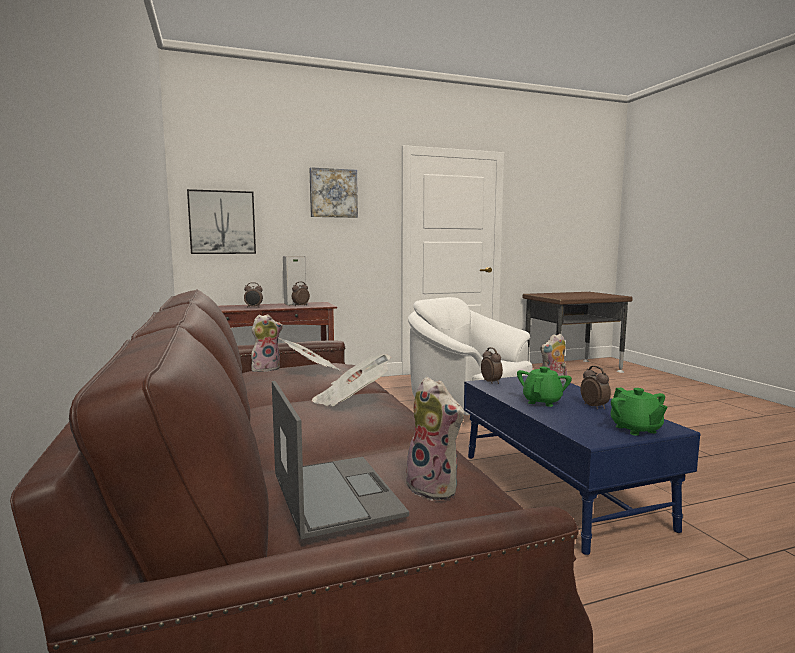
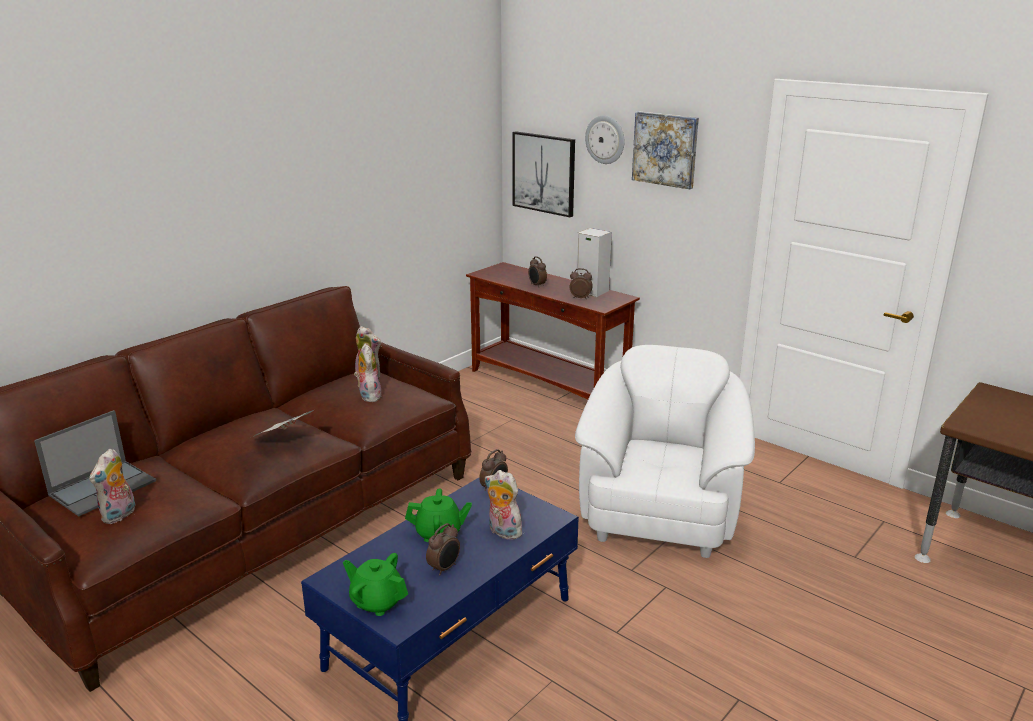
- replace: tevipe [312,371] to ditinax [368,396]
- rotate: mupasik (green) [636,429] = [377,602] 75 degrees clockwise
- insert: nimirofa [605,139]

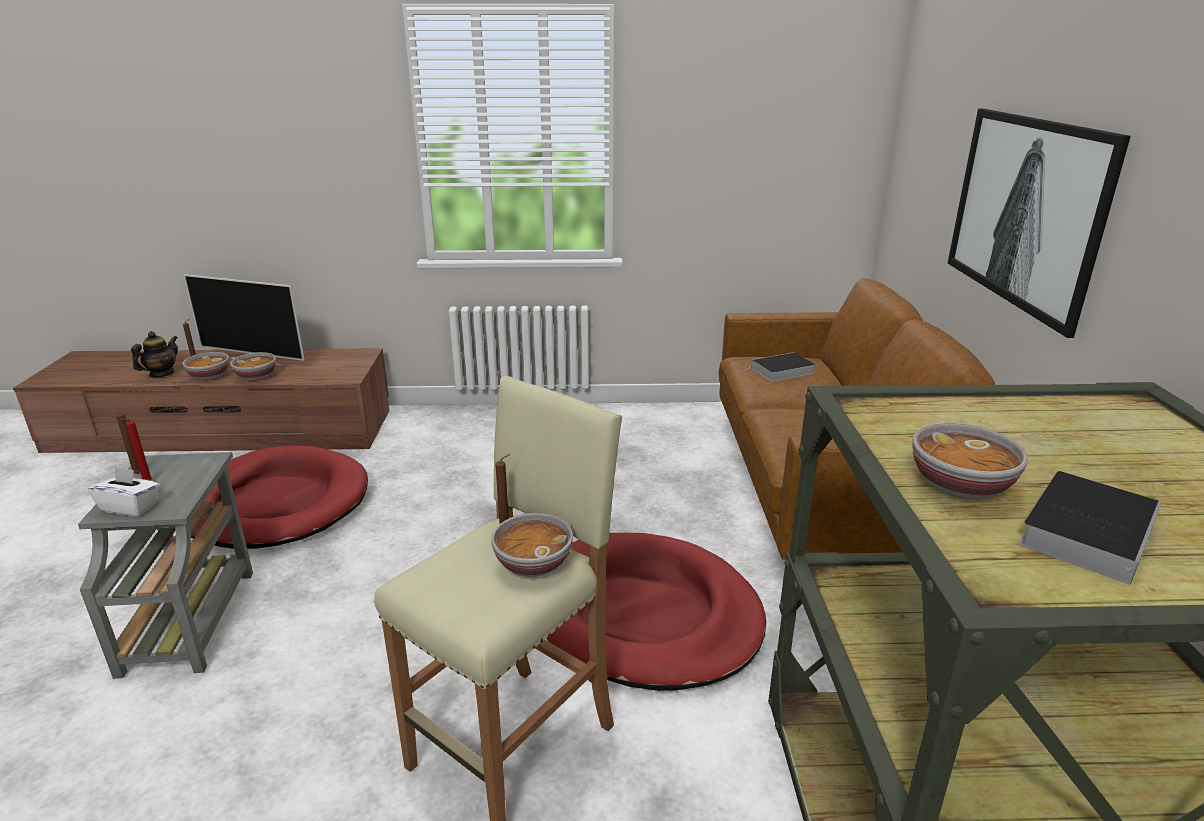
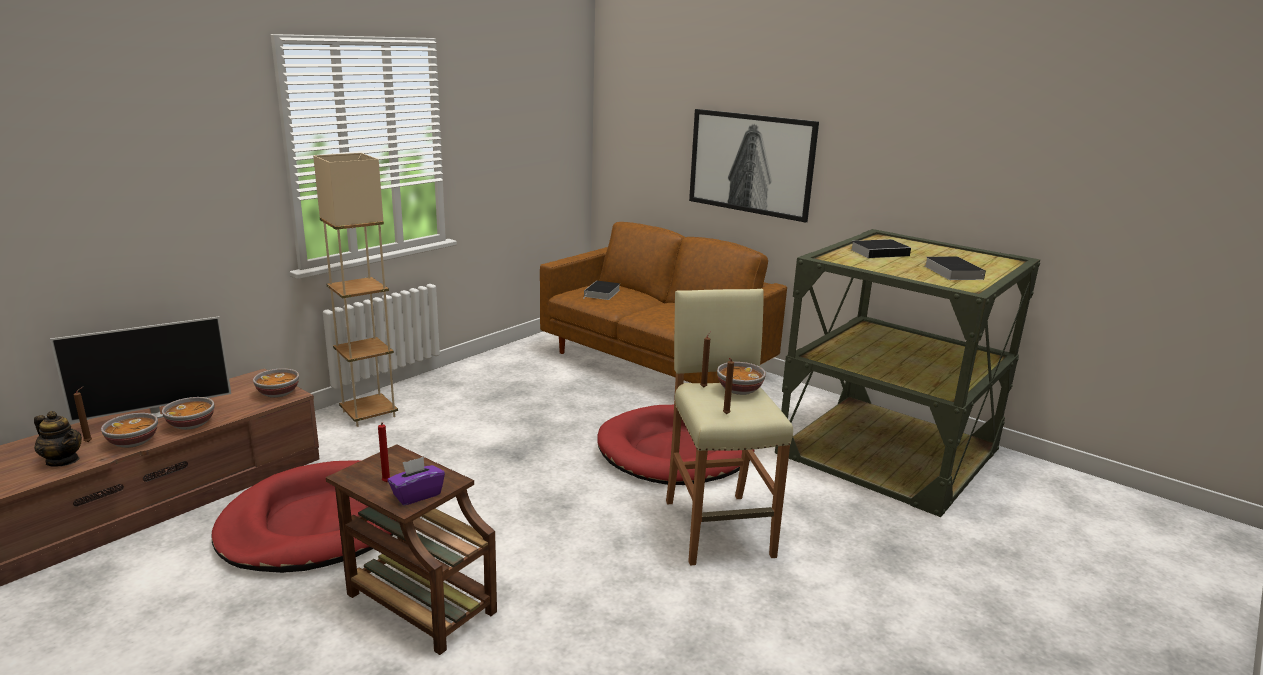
- recolor: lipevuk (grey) [191,618] to lipevuk (brown) [418,602]
- recolor: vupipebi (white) [131,507] to vupipebi (purple) [417,495]
- move: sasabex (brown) [136,474] to [725,414]
- rotate: mupasik [161,374] = [63,460] 135 degrees clockwise
- move: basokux [960,486] to [278,393]
- insert: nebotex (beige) [369,414]
- insert: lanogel [880,252]

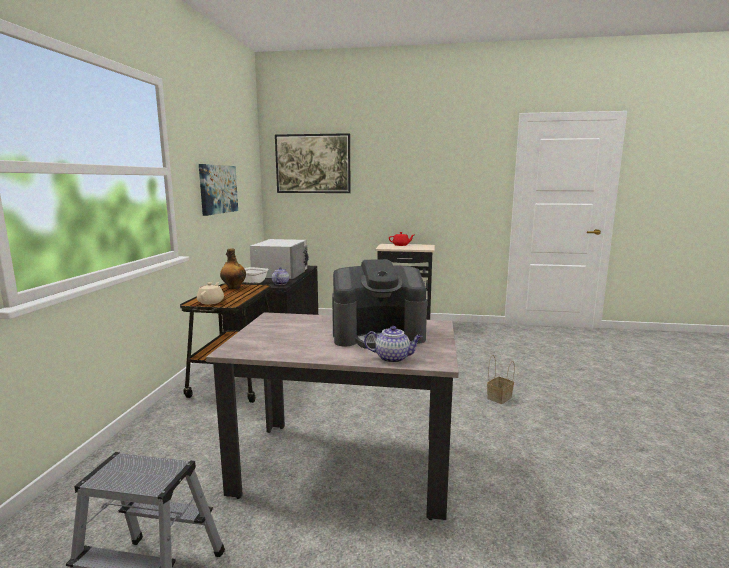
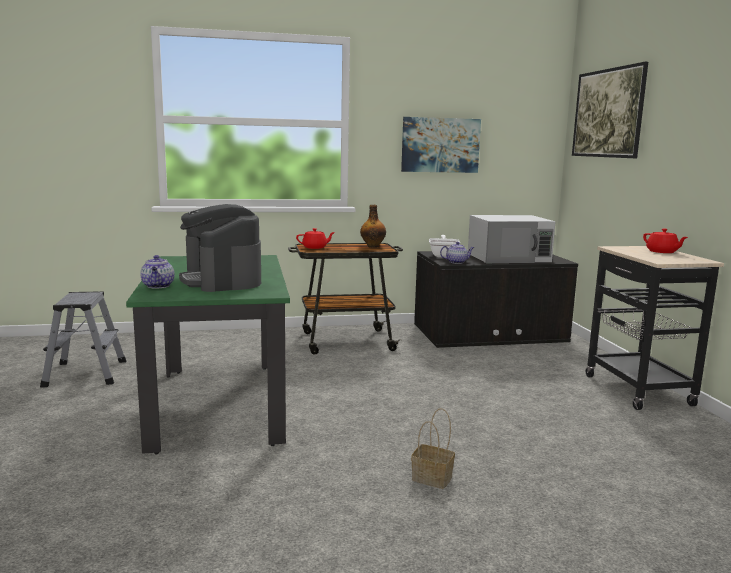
- recolor: mupasik (beige) [211,302] to mupasik (red) [315,247]
- recolor: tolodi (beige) [344,466] to tolodi (green) [219,404]

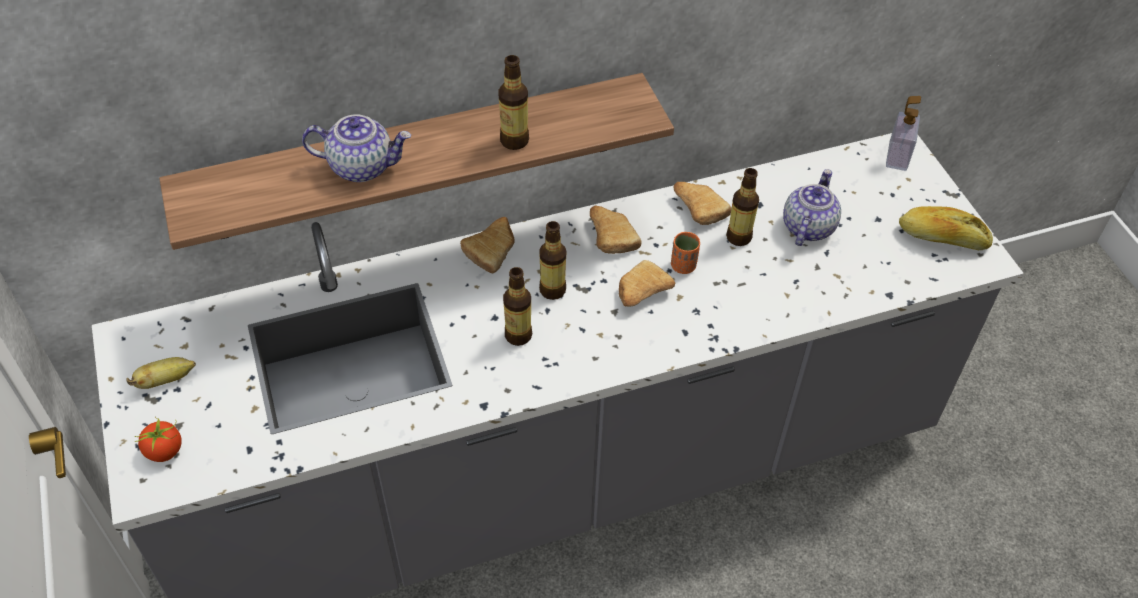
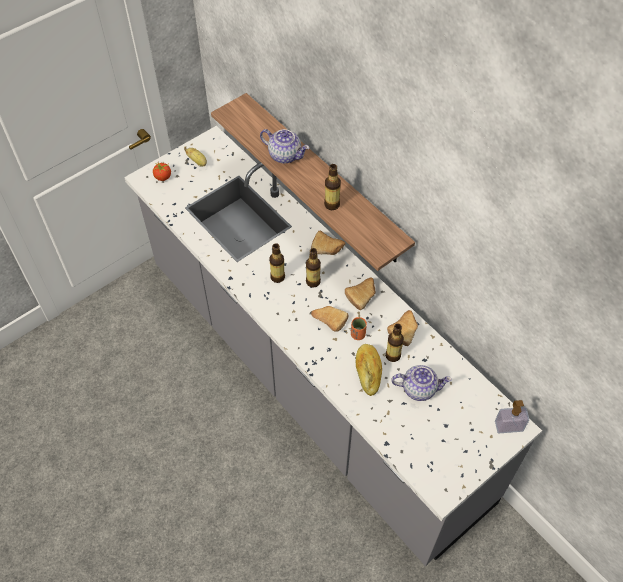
- rotate: mupasik [362,166] = [285,155] 45 degrees counterclockwise
- move: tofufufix [942,238] to [368,372]

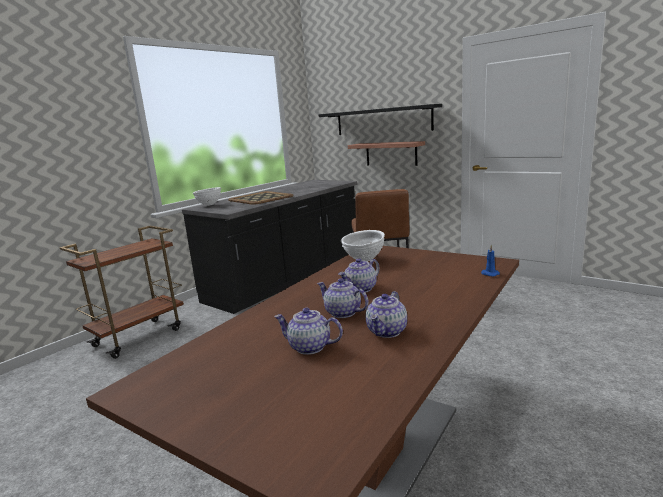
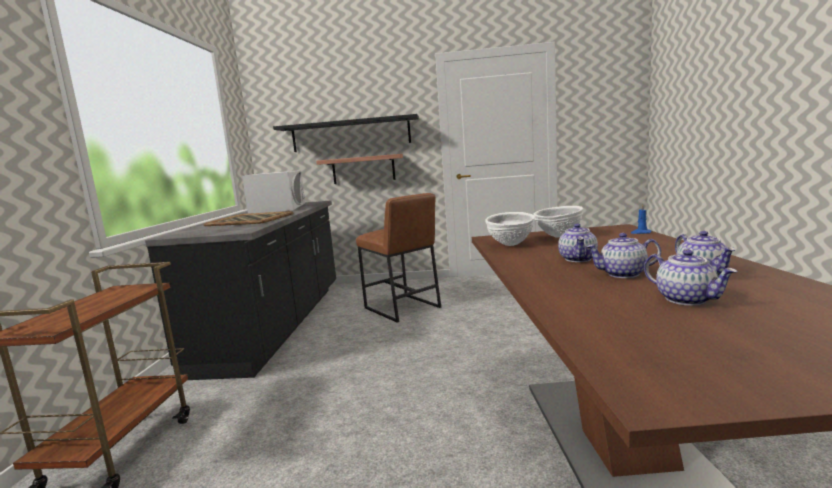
- move: basokux (white) [209,205] to [558,237]
- rotate: mupasik [309,347] = [686,299] 105 degrees counterclockwise
- insert: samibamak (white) [278,208]

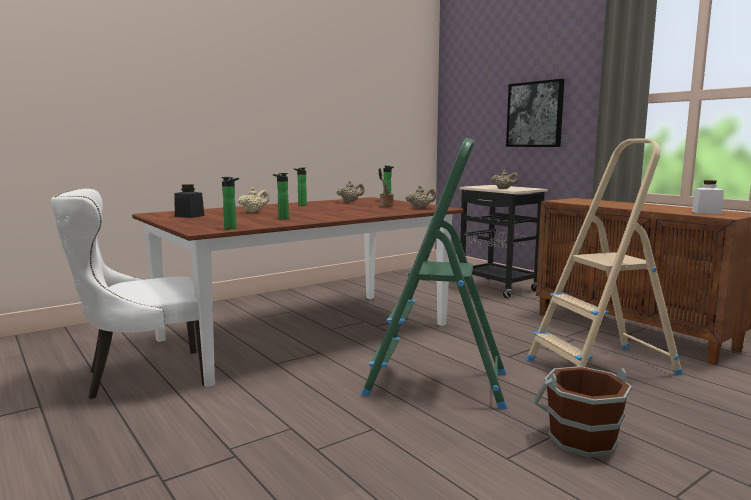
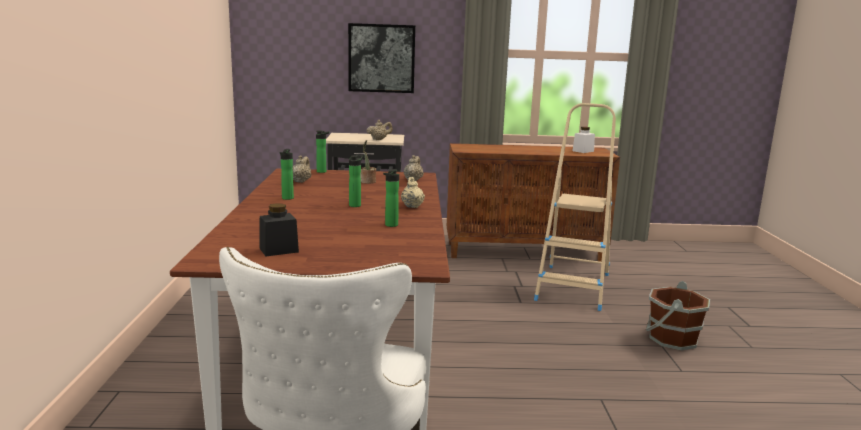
- move: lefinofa [232,228] to [355,205]
- move: mupasik (beige) [254,212] to [412,206]
- delete: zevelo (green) [434,383]

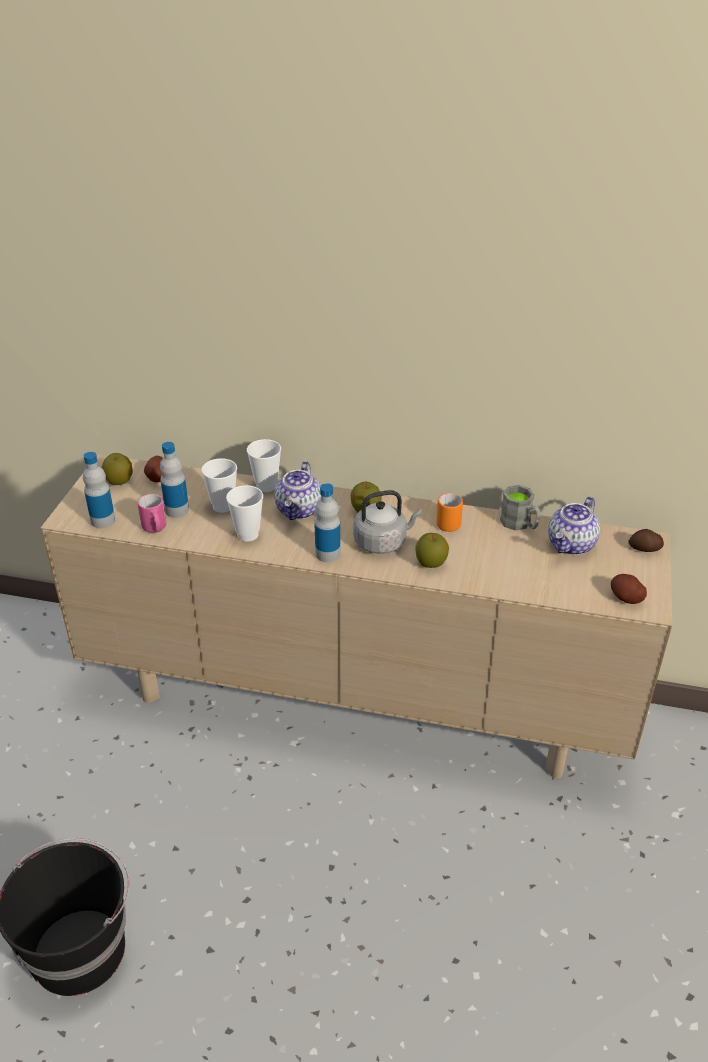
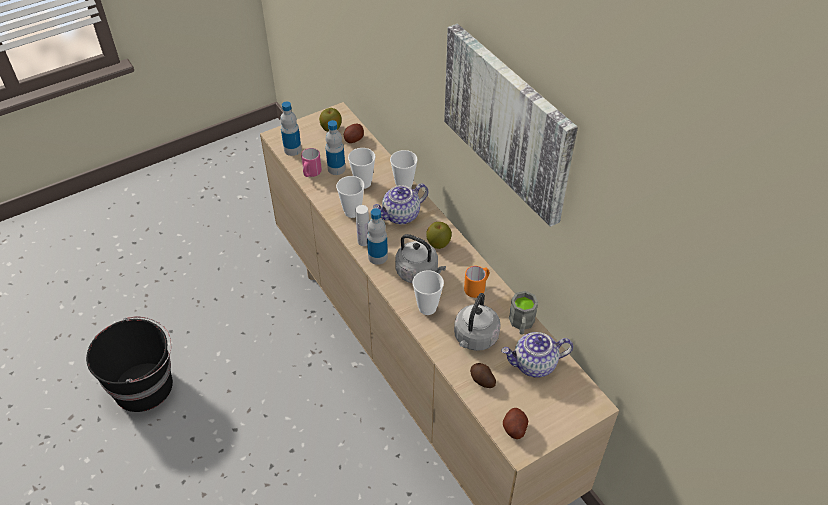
- replace: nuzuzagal [431,563] to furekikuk [427,308]
- move: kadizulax [645,549] to [481,380]
- insert: lefinofa (white) [363,241]
- insert: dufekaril [508,121]
- insert: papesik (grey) [475,338]

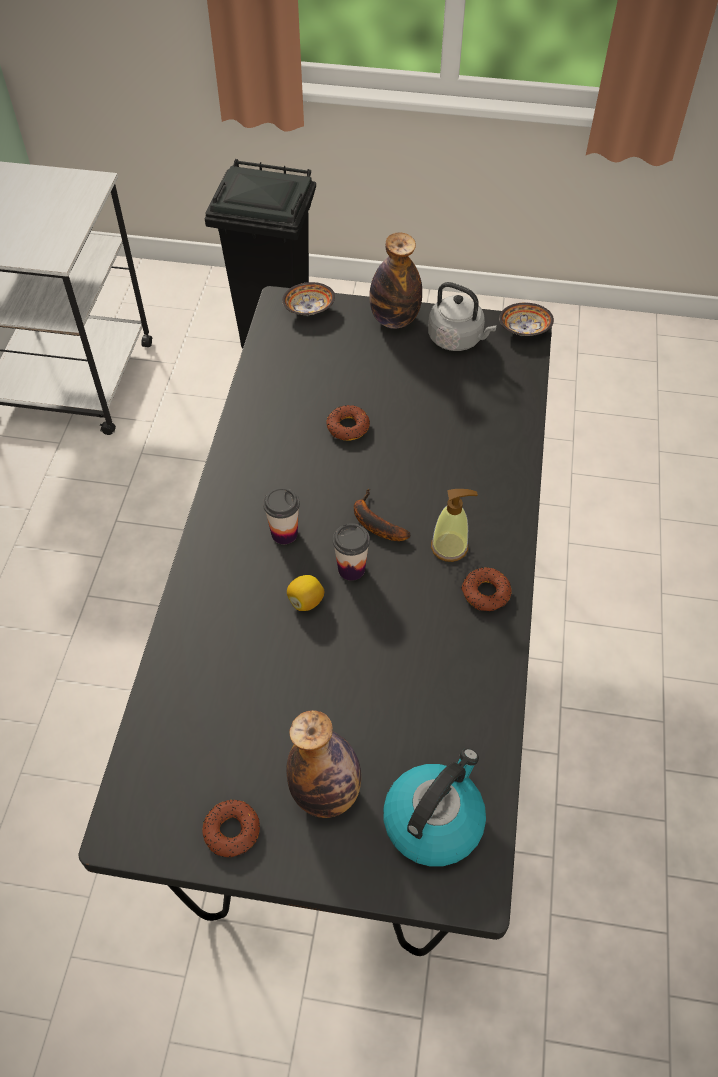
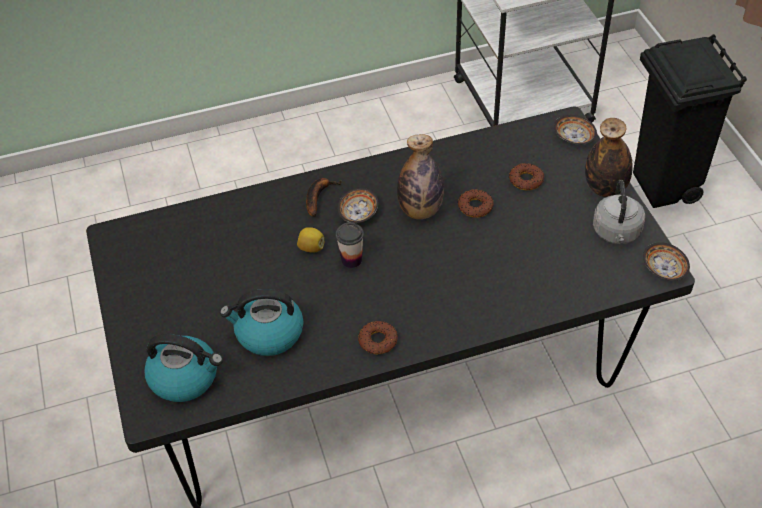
- move: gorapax [231,831] to [526,180]
- replace: furekikuk [284,533] to basokux [358,214]
- move: lefinofa [326,792] to [420,210]
- move: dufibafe [374,522] to [318,197]
- delete: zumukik [449,547]
- insert: papesik [268,333]

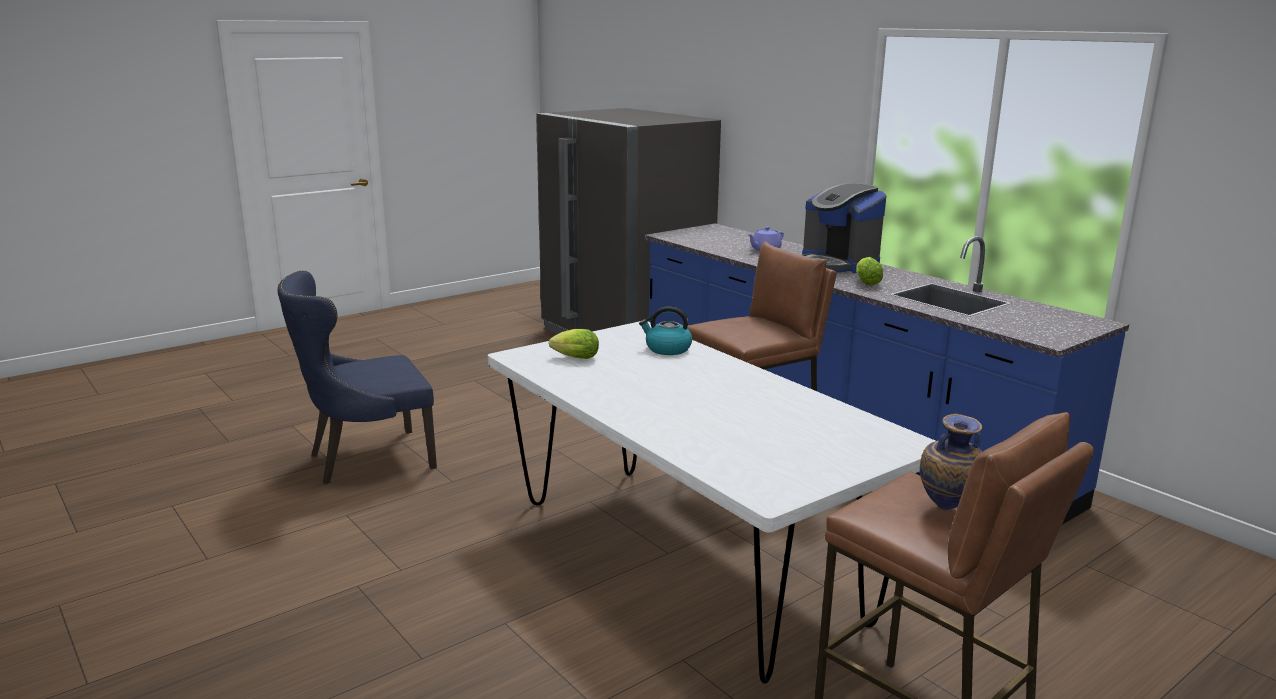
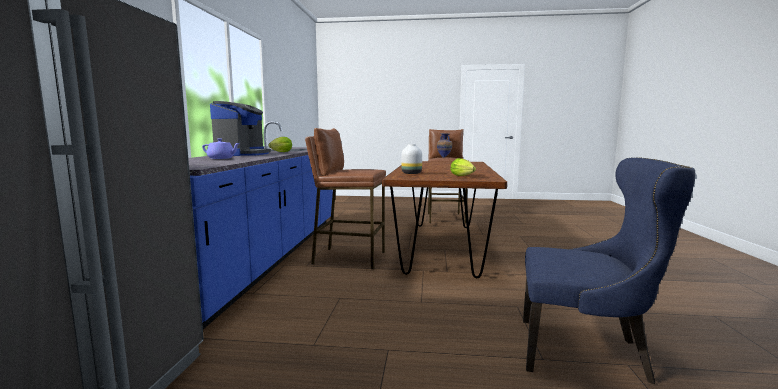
- recolor: tolodi (white) [688,559] to tolodi (brown) [441,246]
- replace: papesik [667,349] to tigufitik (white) [411,173]

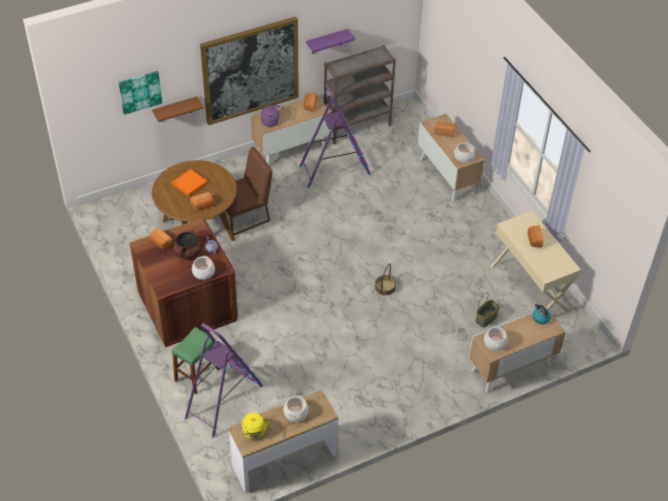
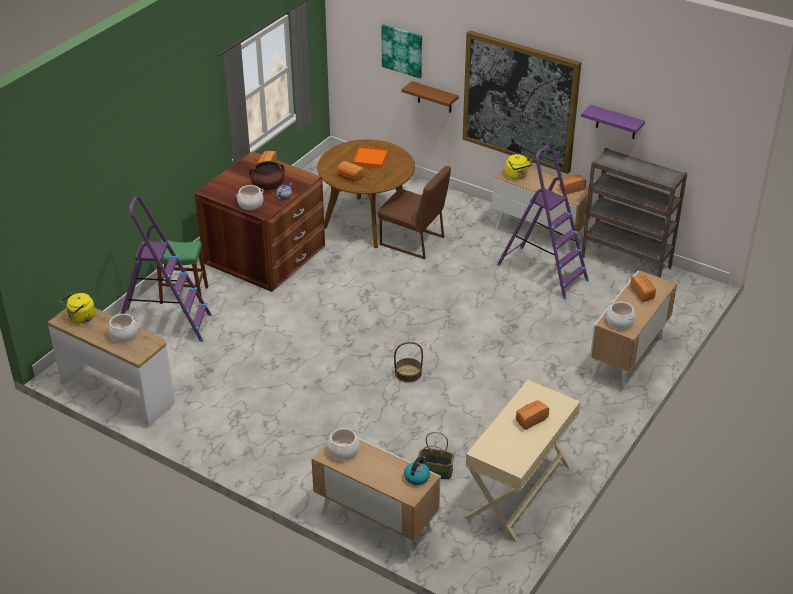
- recolor: papesik (purple) [271,122] to papesik (yellow) [517,176]

